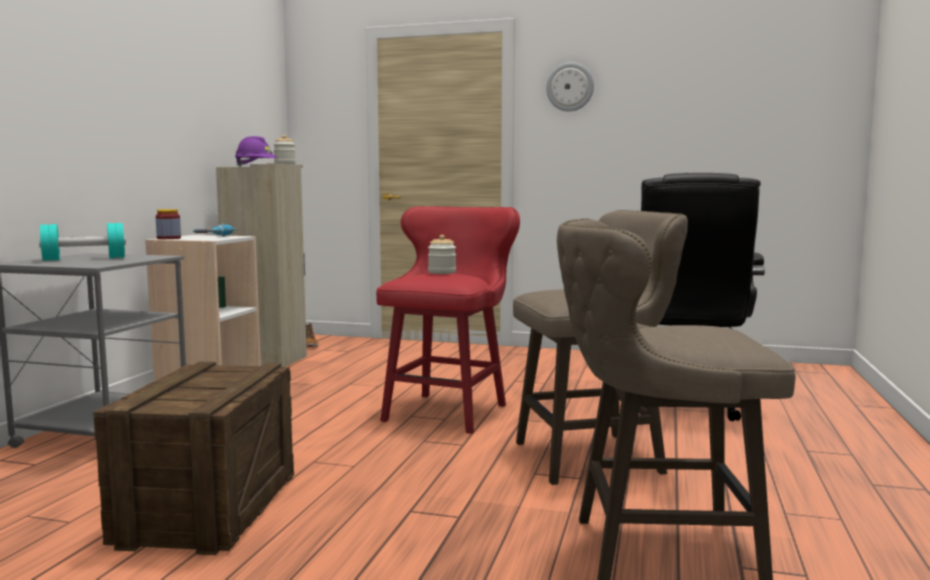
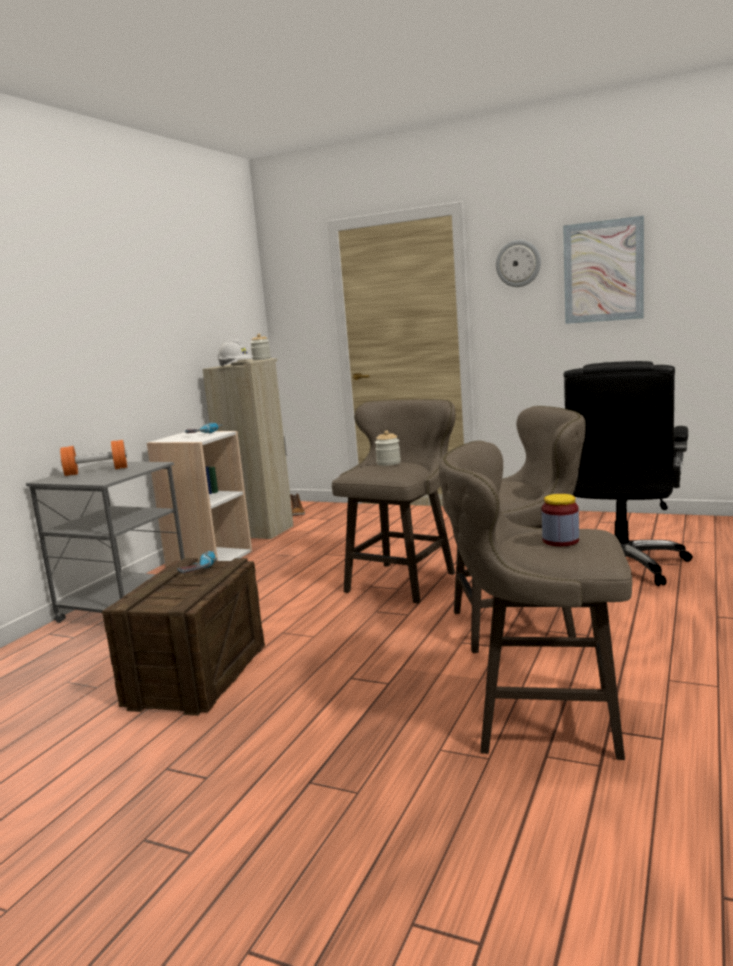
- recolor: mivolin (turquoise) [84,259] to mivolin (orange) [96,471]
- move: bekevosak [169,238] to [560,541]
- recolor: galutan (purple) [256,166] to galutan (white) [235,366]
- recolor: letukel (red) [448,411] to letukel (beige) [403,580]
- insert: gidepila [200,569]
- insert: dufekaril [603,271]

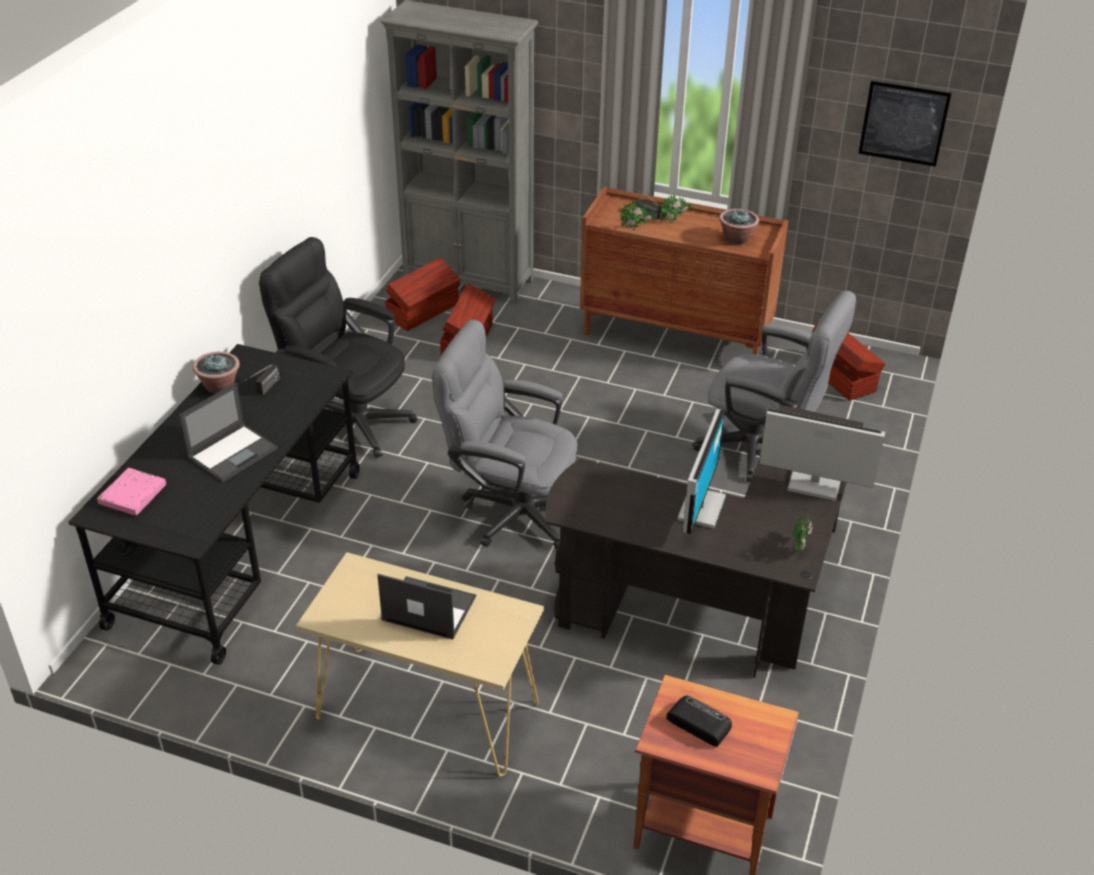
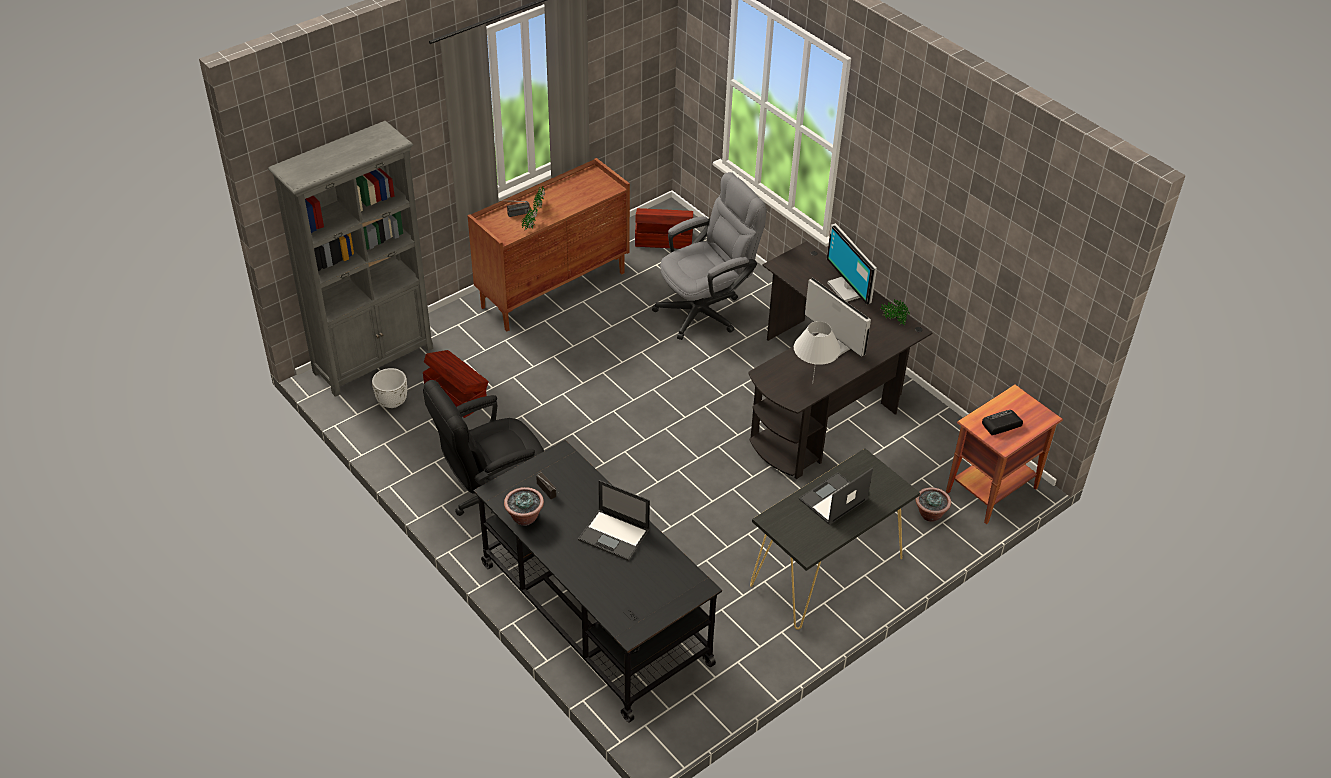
- delete: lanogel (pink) [133,495]
- rotate: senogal [233,452] = [615,535] 135 degrees clockwise
- recolor: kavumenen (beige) [426,710] to kavumenen (black) [826,572]
- replace: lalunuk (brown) [424,311] to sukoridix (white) [392,402]
- delete: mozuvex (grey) [510,510]
- move: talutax [736,239] to [930,514]
- rotate: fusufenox [814,485] = [847,289] 75 degrees counterclockwise
- delete: dufekaril [903,123]
- insert: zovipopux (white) [812,383]

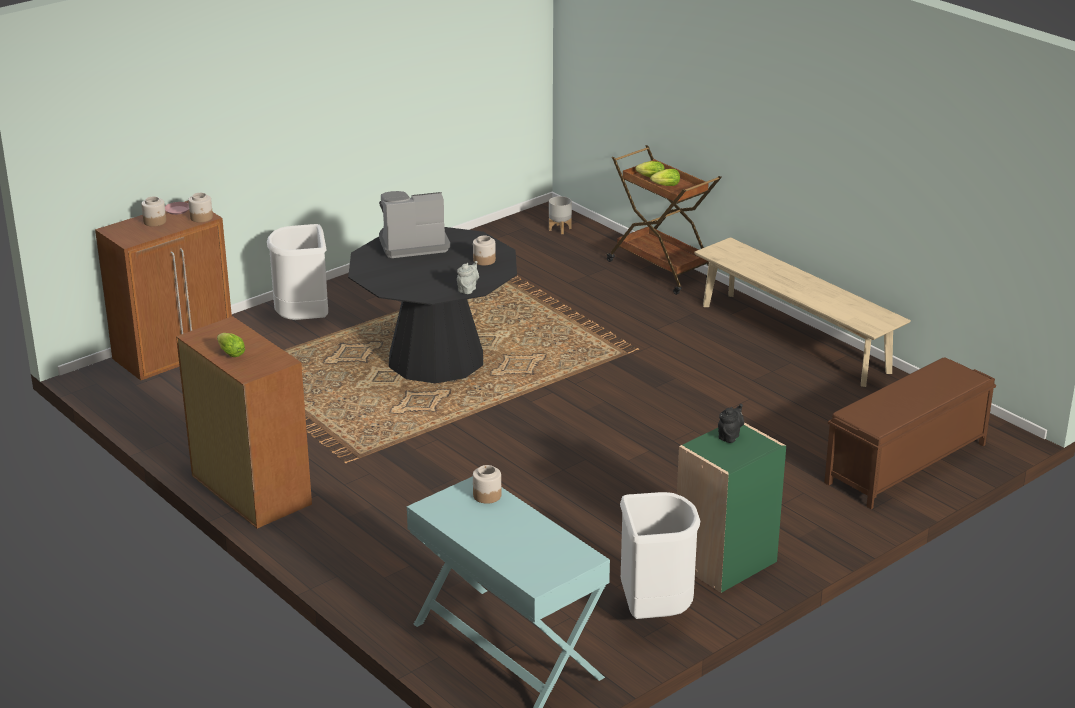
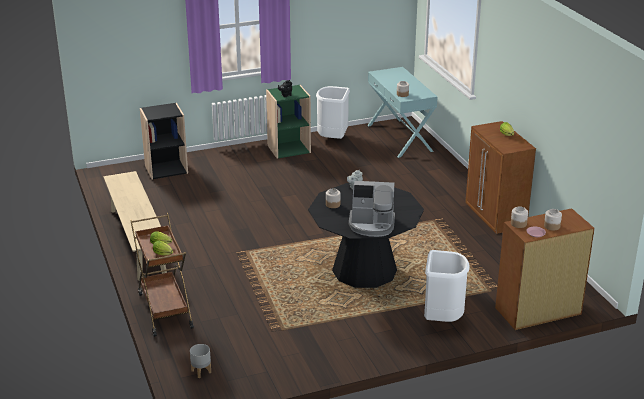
- replace: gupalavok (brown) [905,464] to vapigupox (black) [166,169]

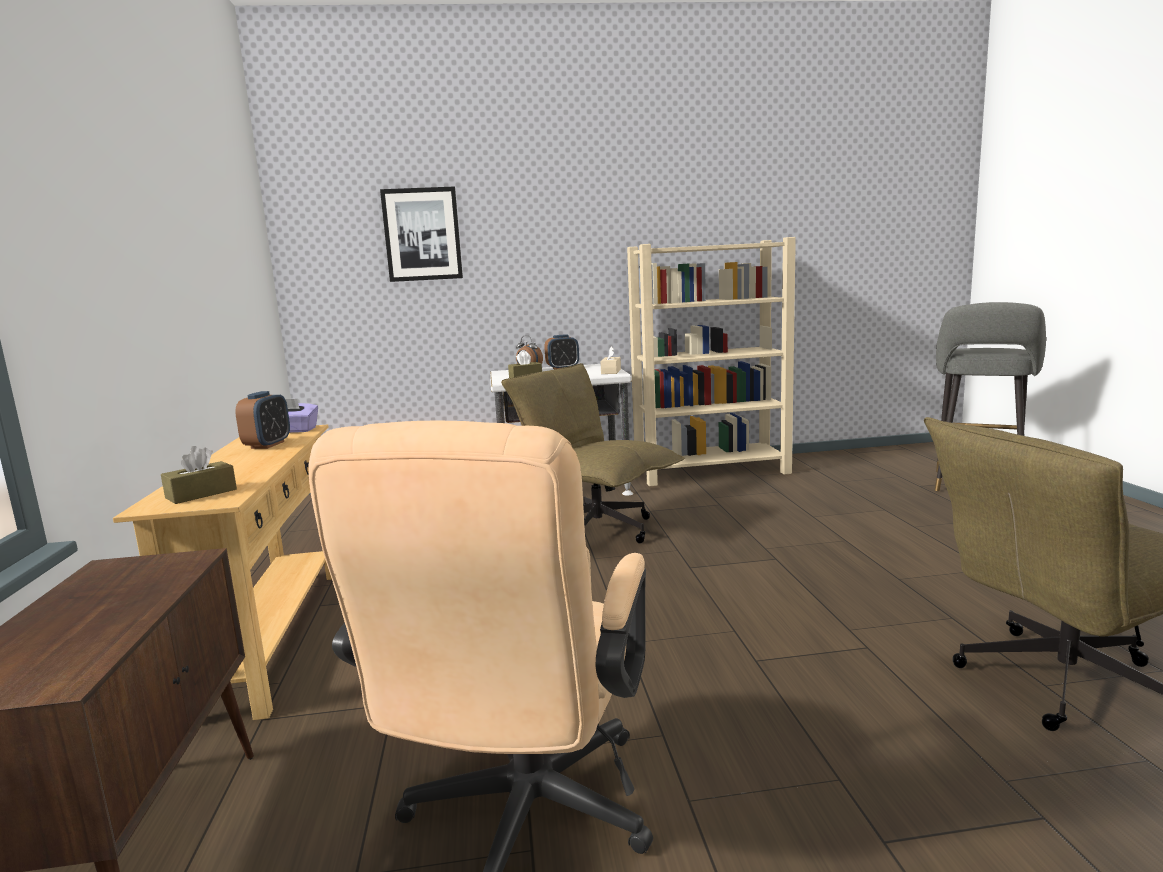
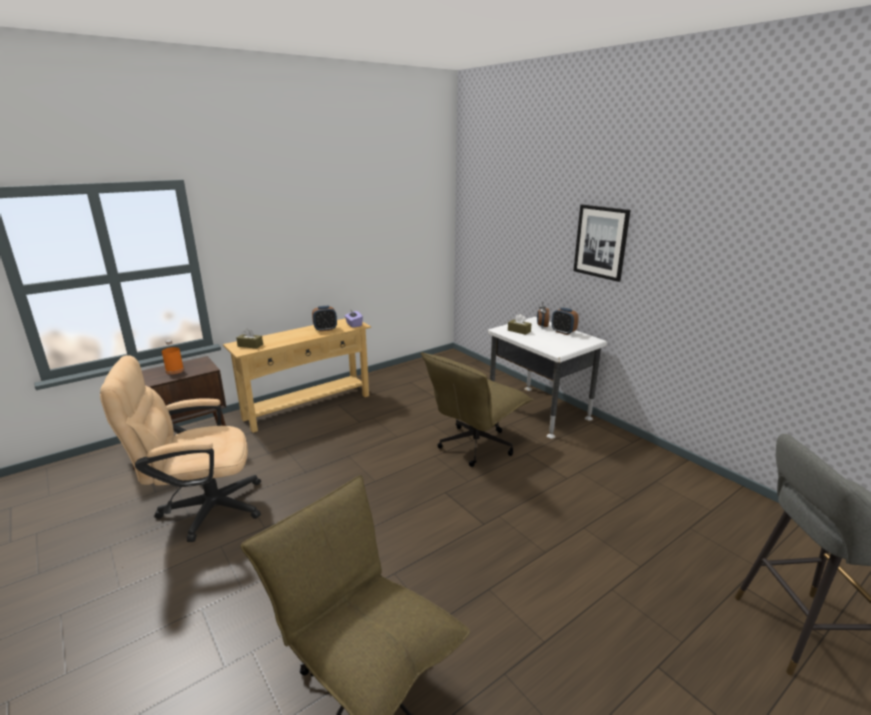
- move: dufekaril [422,234] to [601,242]
- rotate: mozuvex (beige) [599,530] = [476,445] 150 degrees counterclockwise
- delete: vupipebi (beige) [611,371]
- delete: vapigupox (beige) [711,471]
- insert: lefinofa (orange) [175,370]

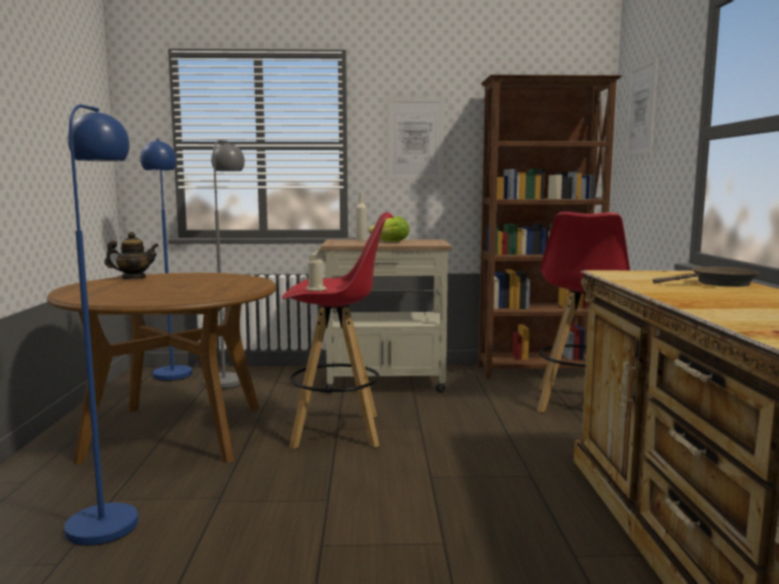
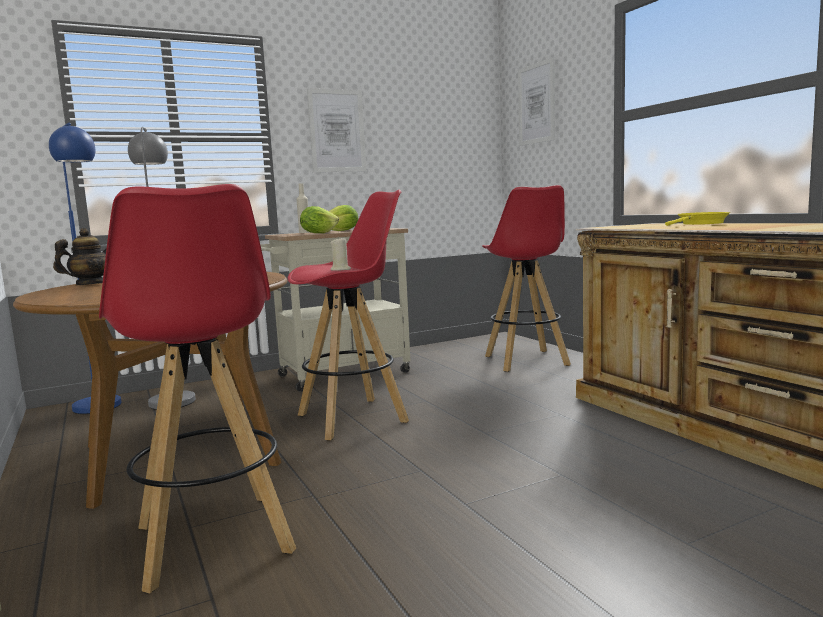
- replace: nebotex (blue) [111,516] to letukel (red) [212,541]
- delete: vapigupox (brown) [538,372]
- recolor: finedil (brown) [718,283] to finedil (yellow) [700,224]
- insert: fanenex [318,233]

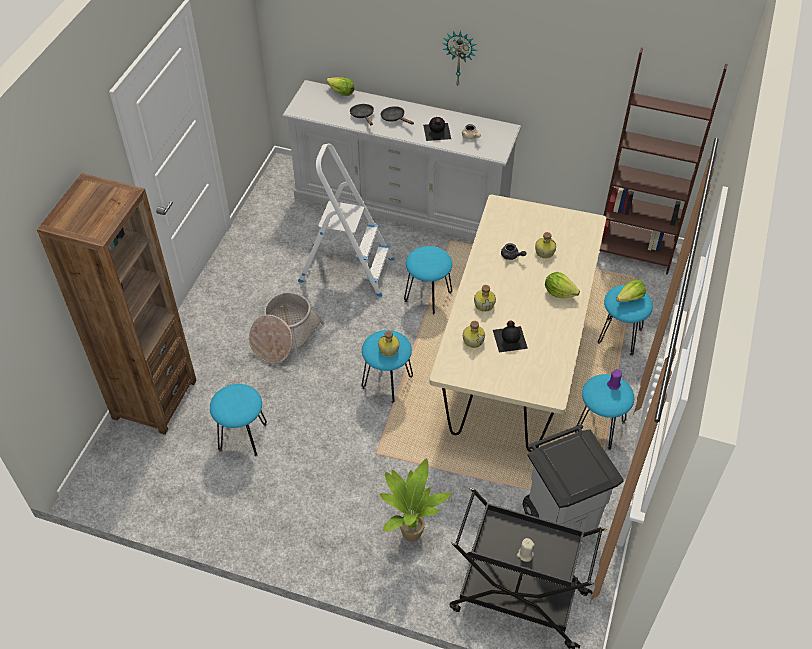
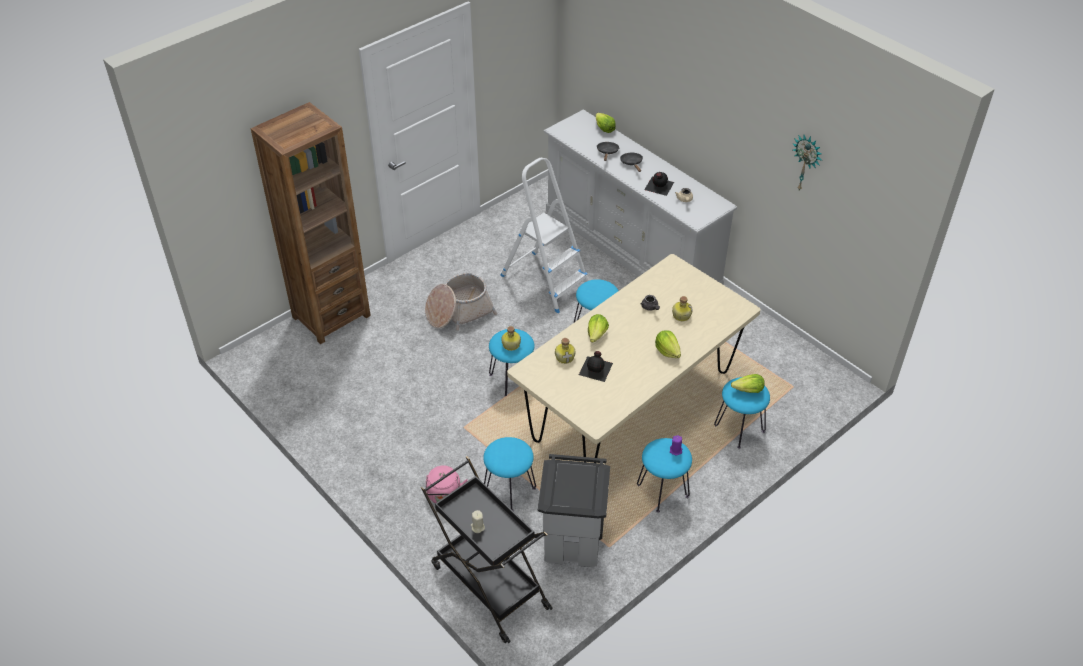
- move: letukel (turquoise) [242,437] to [509,490]
- replace: talutax [409,533] to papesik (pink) [444,496]
- move: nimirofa [459,57] to [806,163]
- replace: lefinofa [484,304] to fanenex [597,334]
- delete: vapigupox (brown) [634,250]

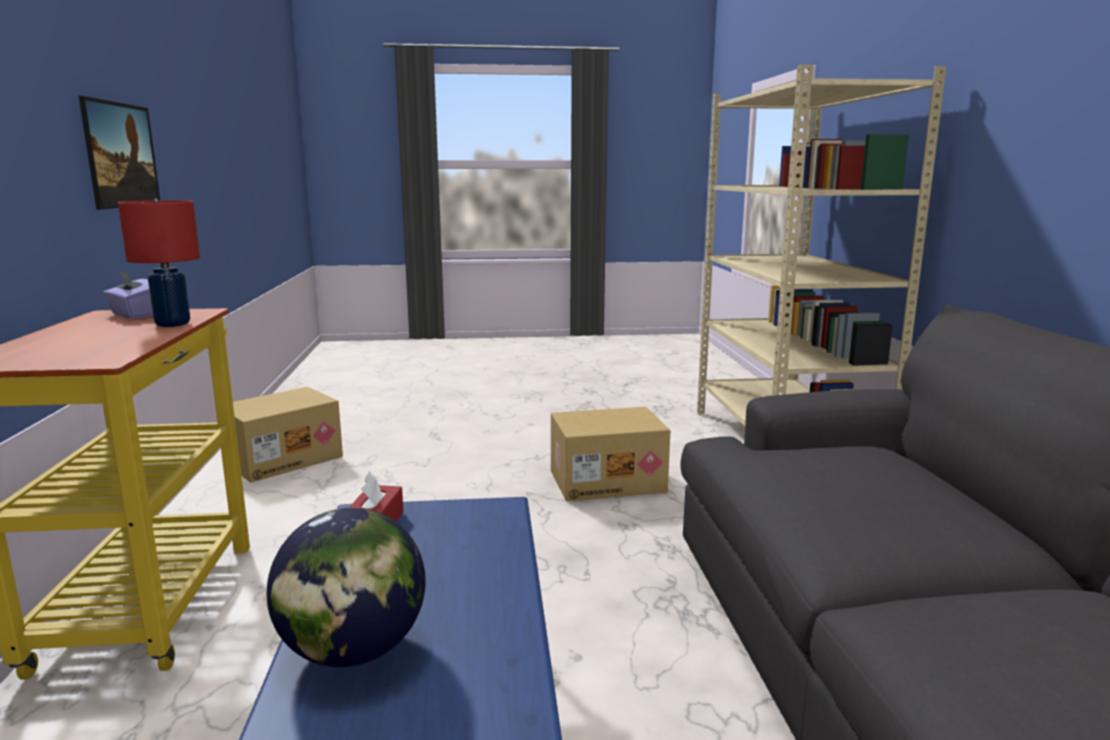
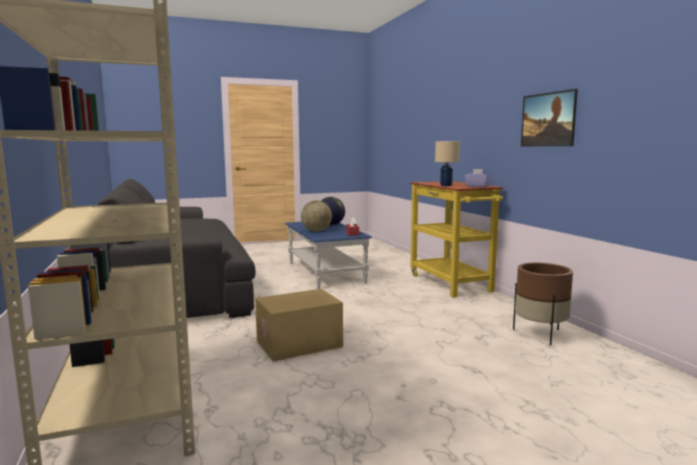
- recolor: zovipopux (red) [173,324] to zovipopux (beige) [446,185]
- replace: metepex [283,459] to sukoridix (brown) [540,334]
- insert: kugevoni [316,231]

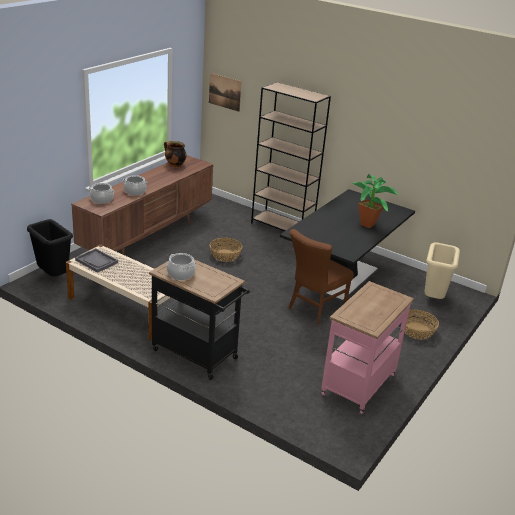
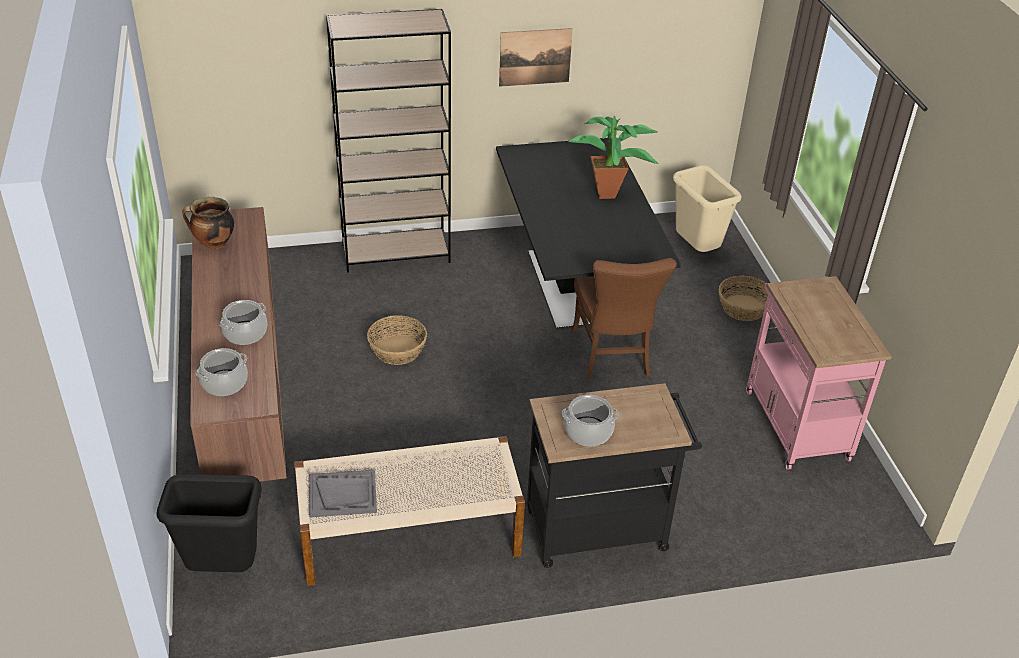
- move: dufekaril [225,92] to [535,57]

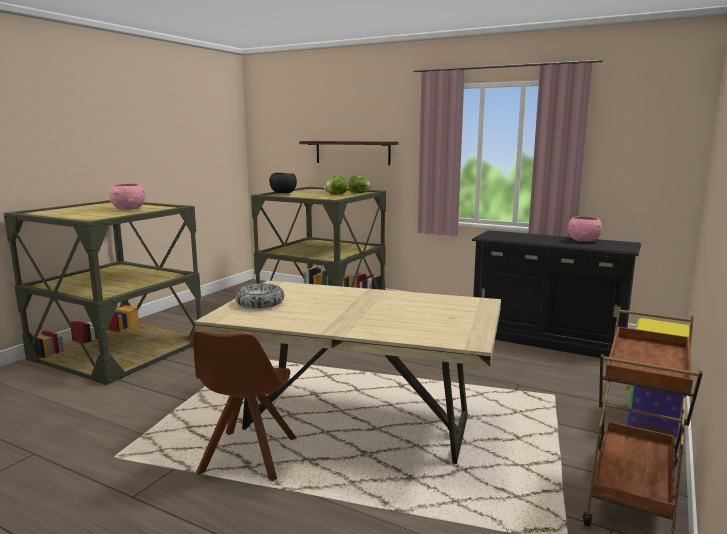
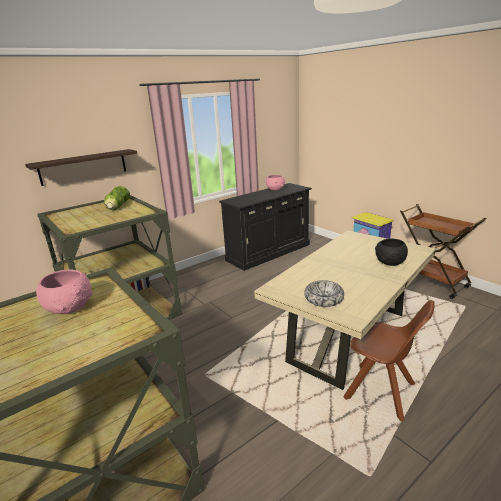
- move: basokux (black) [282,193] to [390,263]

